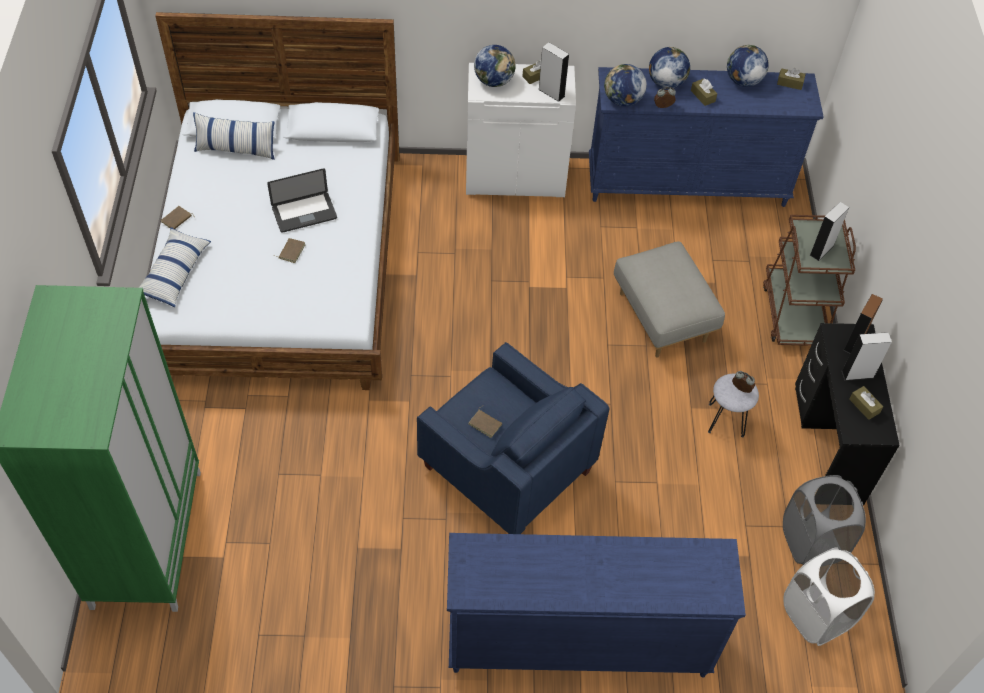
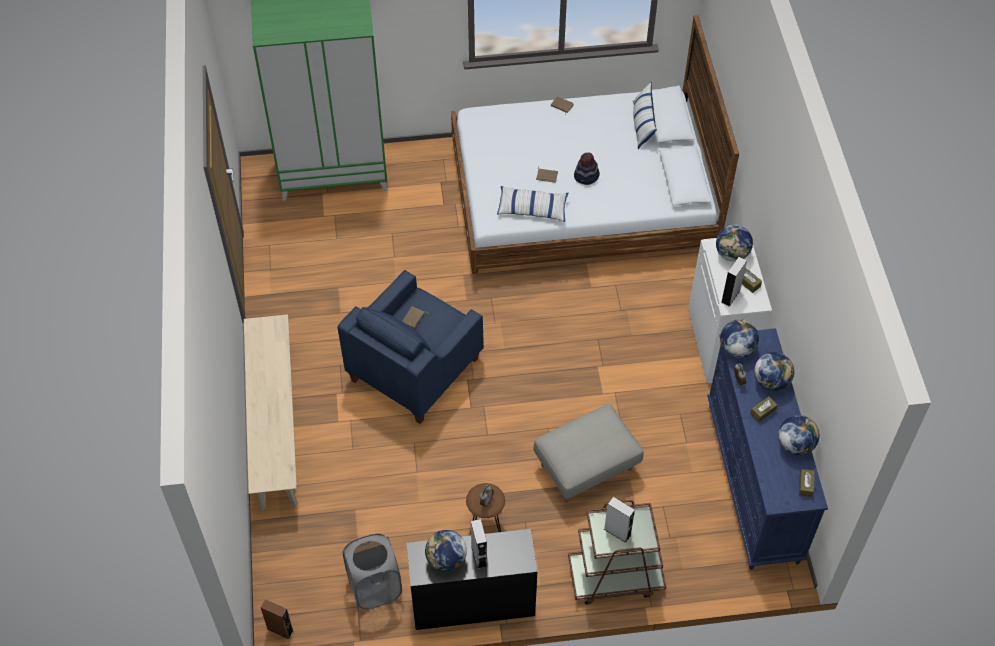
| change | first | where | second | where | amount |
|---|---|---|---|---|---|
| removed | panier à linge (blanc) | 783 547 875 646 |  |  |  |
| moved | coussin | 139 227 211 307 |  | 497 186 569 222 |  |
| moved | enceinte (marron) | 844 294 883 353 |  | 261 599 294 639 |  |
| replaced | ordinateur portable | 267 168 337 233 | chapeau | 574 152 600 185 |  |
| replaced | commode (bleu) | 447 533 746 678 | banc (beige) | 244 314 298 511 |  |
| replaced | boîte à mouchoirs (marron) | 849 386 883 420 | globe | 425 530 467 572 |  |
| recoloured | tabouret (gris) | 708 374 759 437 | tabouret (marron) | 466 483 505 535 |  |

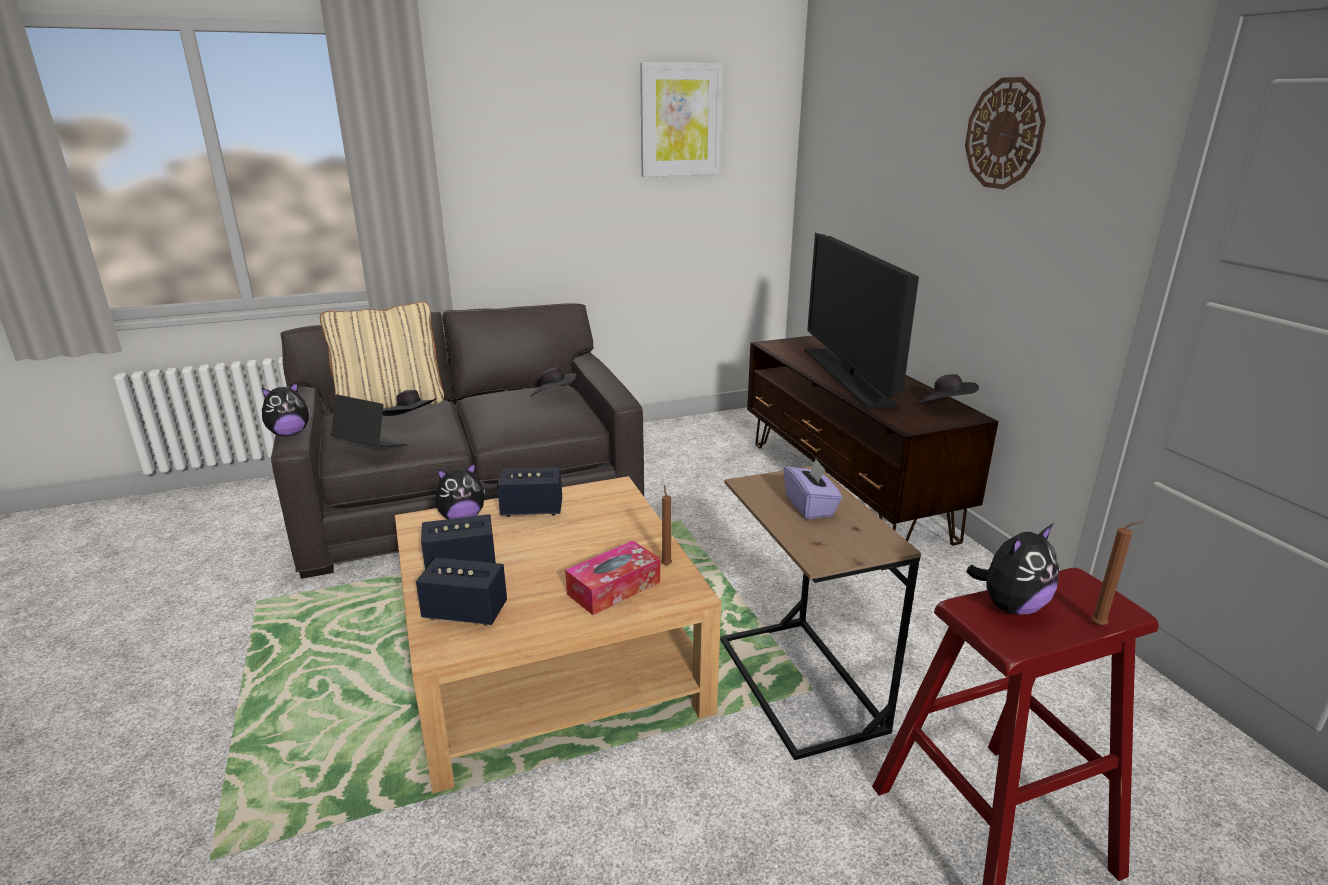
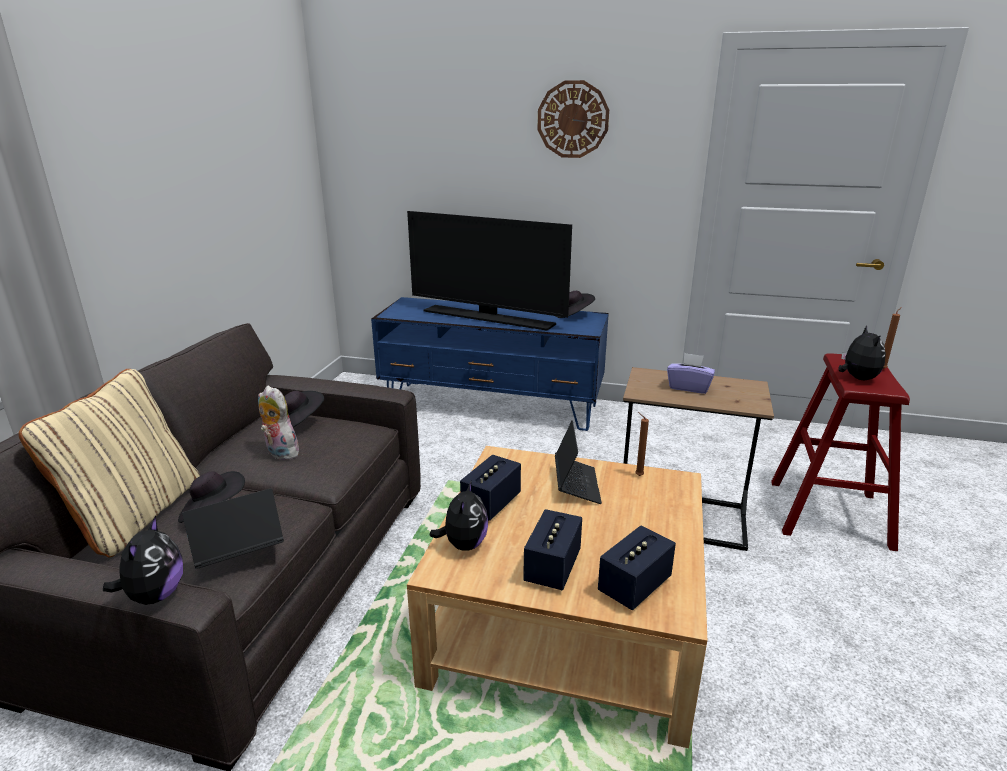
| change | first | where | second | where | amount |
|---|---|---|---|---|---|
| removed | boîte à mouchoirs | 565 541 660 615 |  |  |  |
| removed | tableau | 640 62 723 177 |  |  |  |
| added |  |  | peluche | 258 386 299 460 |  |
| added |  |  | ordinateur portable | 555 420 602 504 |  |
| recoloured | meuble télé (marron) | 747 335 999 546 | meuble télé (bleu) | 371 297 609 431 |  |

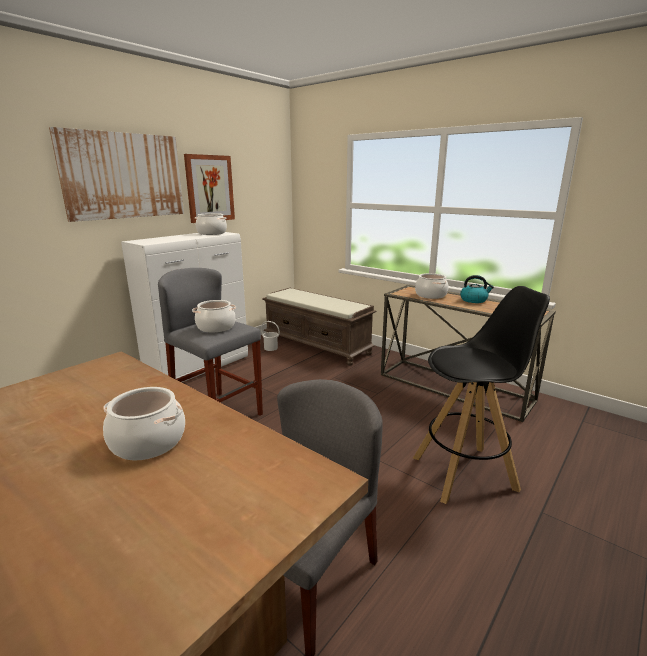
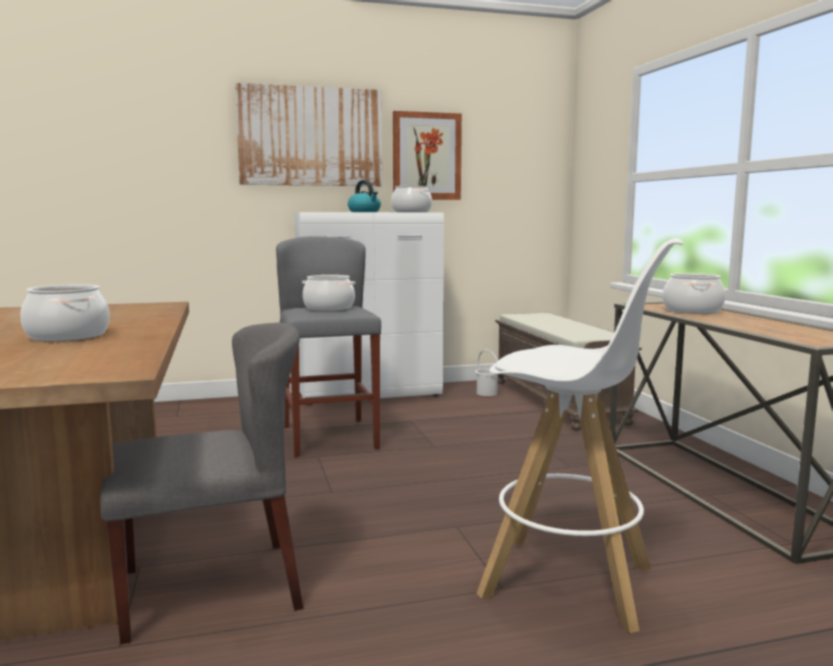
| change | first | where | second | where | amount |
|---|---|---|---|---|---|
| moved | bouilloire | 460 275 494 303 |  | 348 180 381 212 |  |
| recoloured | tabouret (noir) | 413 286 550 504 | tabouret (blanc) | 477 238 683 633 |  |

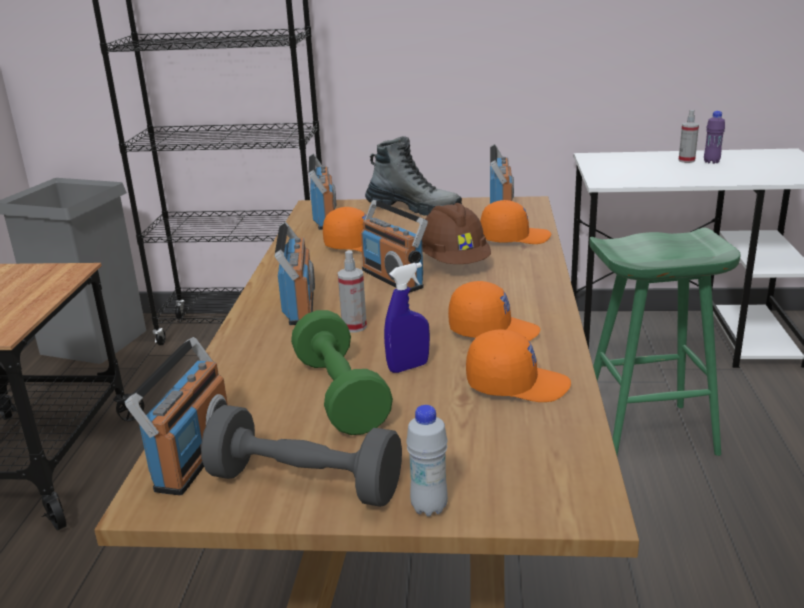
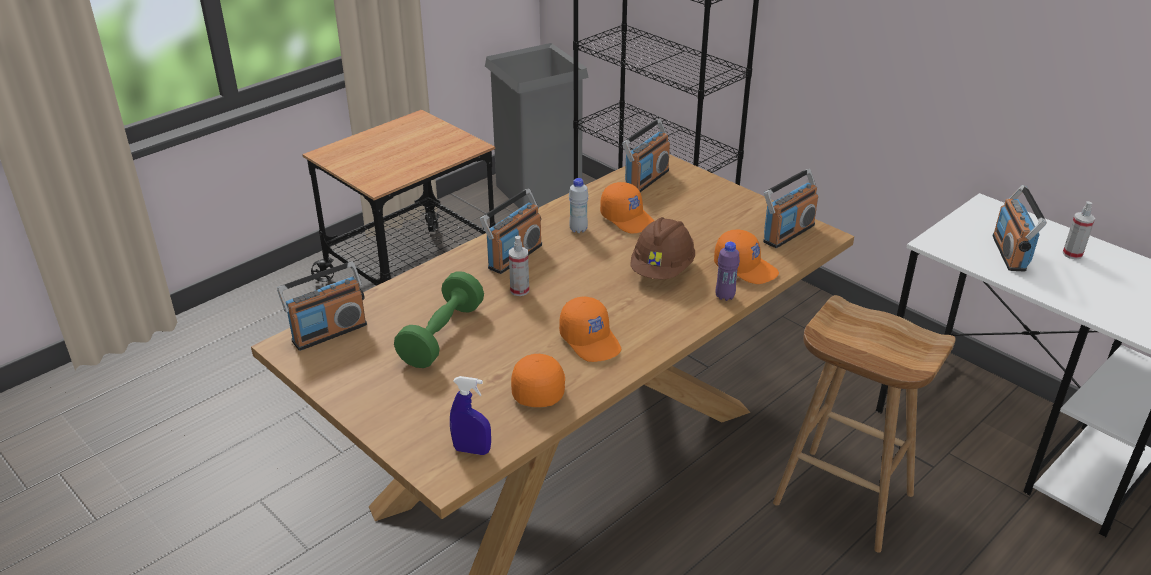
| change | first | where | second | where | amount |
|---|---|---|---|---|---|
| removed | haltère (gris) | 201 405 402 507 |  |  |  |
| removed | botte | 365 136 462 216 |  |  |  |
| moved | radio | 361 200 428 293 |  | 992 185 1047 271 |  |
| moved | vaporisateur (bleu) | 384 262 430 373 |  | 450 376 491 455 |  |
| moved | bouteille (blanc) | 406 405 448 517 |  | 569 178 589 233 |  |
| moved | bouteille (violet) | 704 111 725 164 |  | 716 242 740 301 |  |
| recoloured | tabouret (vert) | 590 228 741 456 | tabouret (marron) | 773 295 956 553 |  |
| turned | casquette (orange) | 466 330 571 402 |  | 511 354 565 407 | 135 degrees counterclockwise |

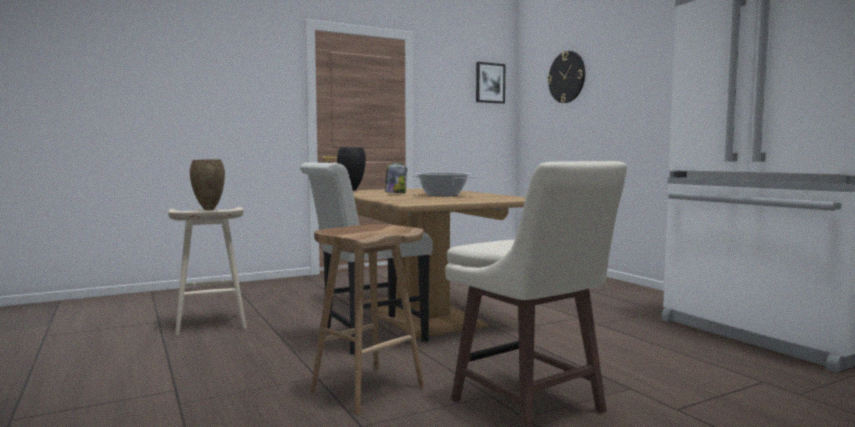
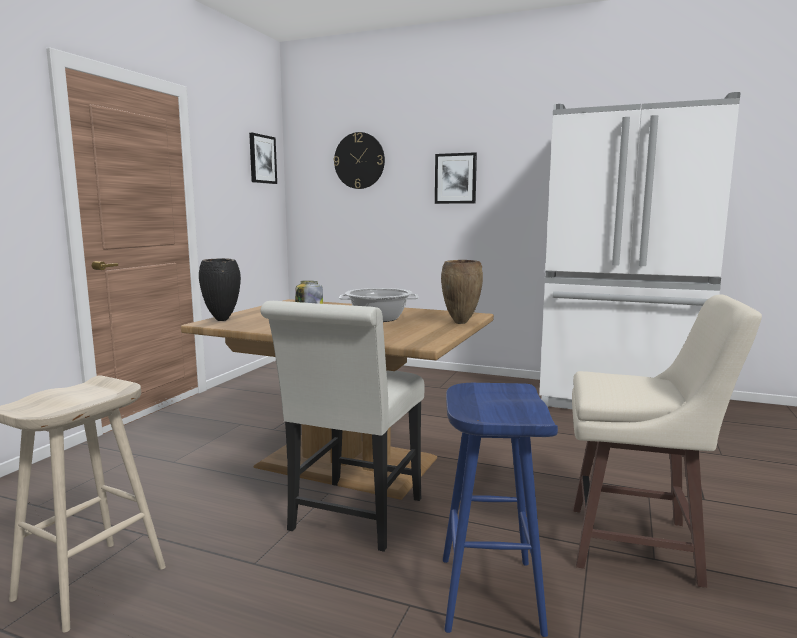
| change | first | where | second | where | amount |
|---|---|---|---|---|---|
| added |  |  | tableau | 435 152 477 204 |  |
| moved | vase (marron) | 190 159 225 210 |  | 441 260 483 324 |  |
| recoloured | tabouret (marron) | 310 224 424 415 | tabouret (bleu) | 443 383 558 637 |  |

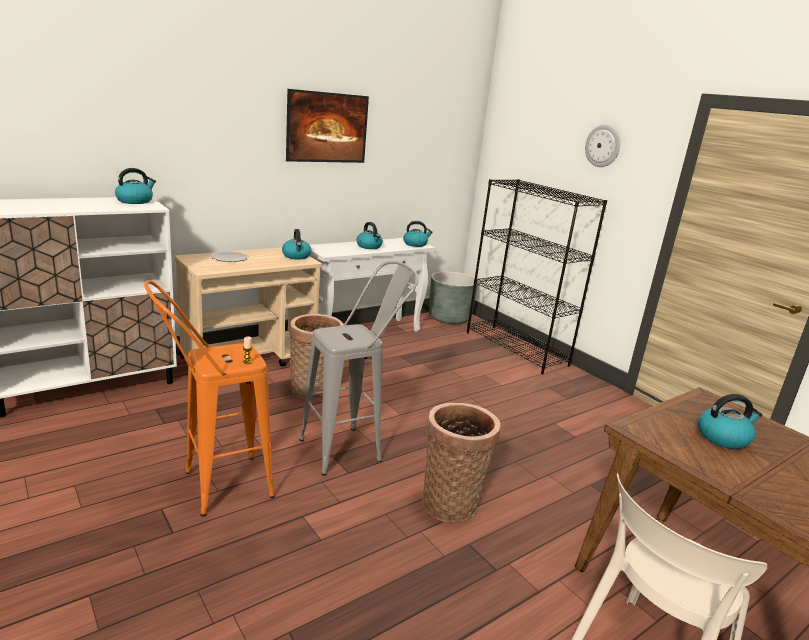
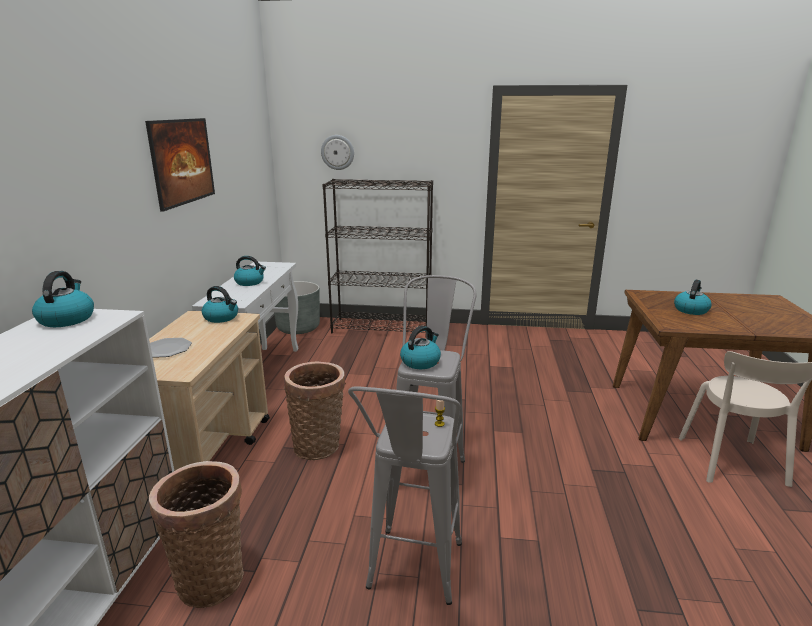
| change | first | where | second | where | amount |
|---|---|---|---|---|---|
| moved | bouilloire | 403 221 433 247 |  | 400 326 441 369 |  |
| moved | panier | 423 403 501 523 |  | 149 461 244 608 |  |
| moved | horloge murale | 585 125 620 167 |  | 321 135 354 170 |  |
| recoloured | tabouret (orange) | 144 280 275 516 | tabouret (gris) | 348 386 462 605 |  |

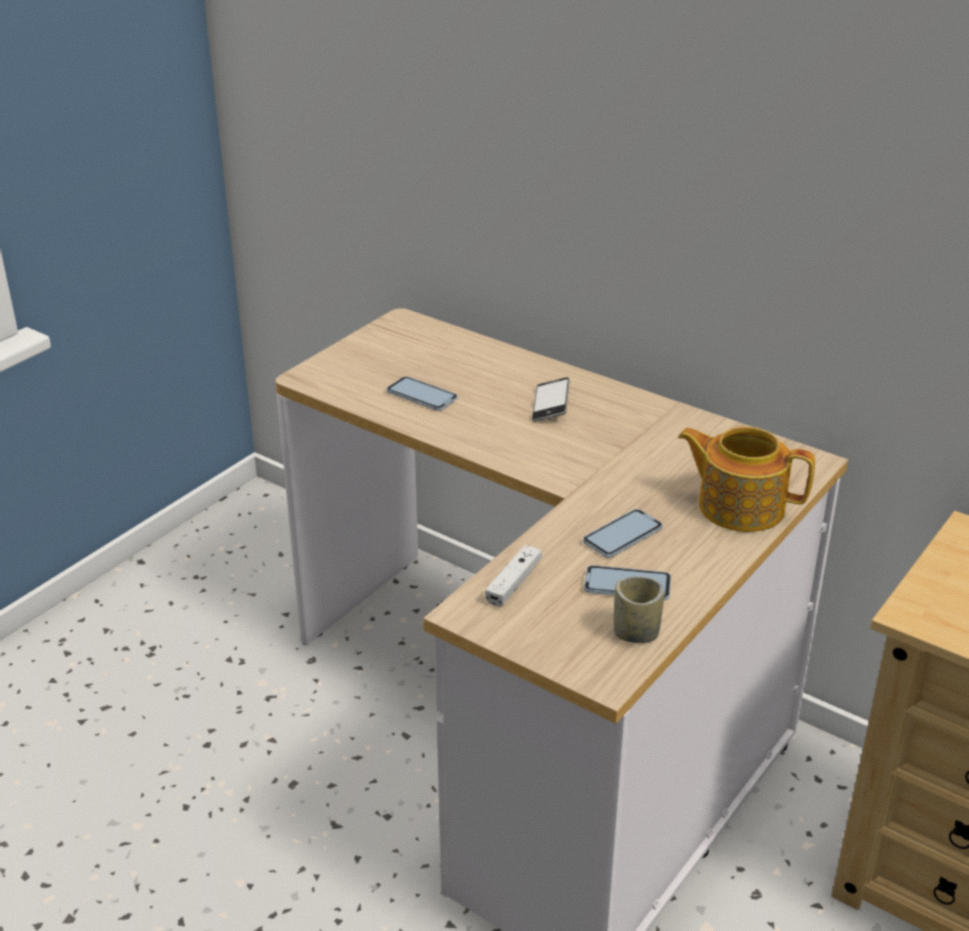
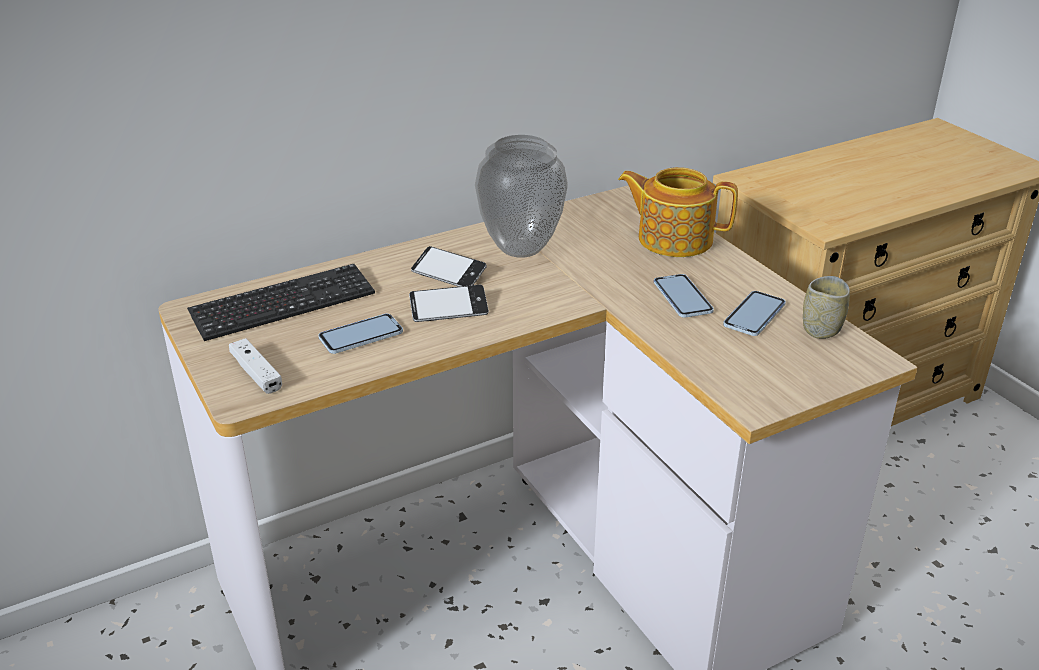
| change | first | where | second | where | amount |
|---|---|---|---|---|---|
| added |  |  | clavier | 187 264 375 341 |  |
| added |  |  | téléphone | 409 285 489 322 |  |
| added |  |  | vase | 475 135 568 258 |  |
| moved | manette (blanc) | 485 545 542 607 |  | 229 338 282 394 |  |
| turned | théière | 678 426 815 532 |  | 618 167 738 257 | 60 degrees clockwise |

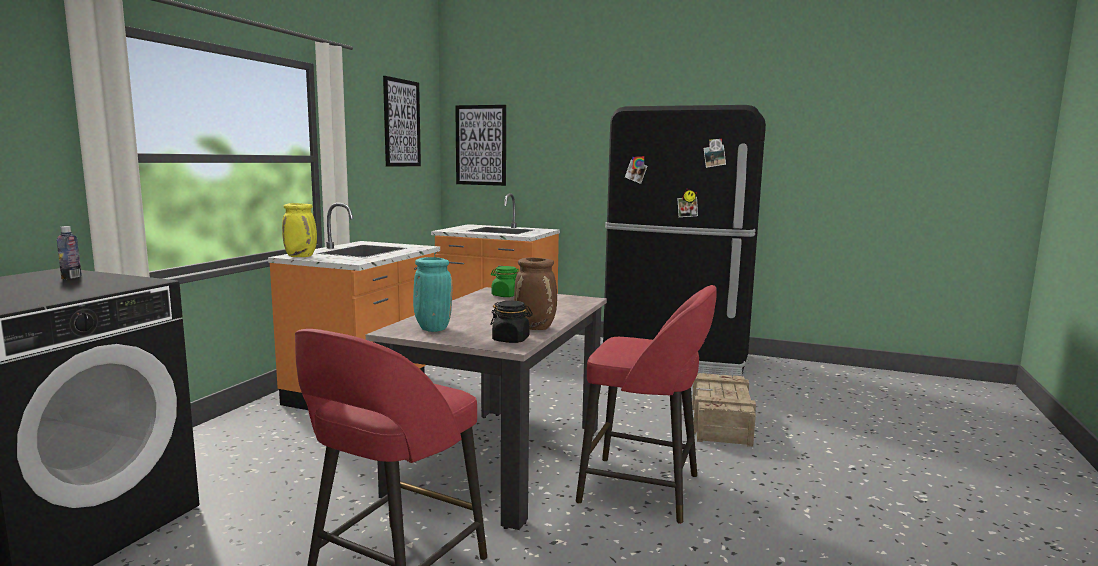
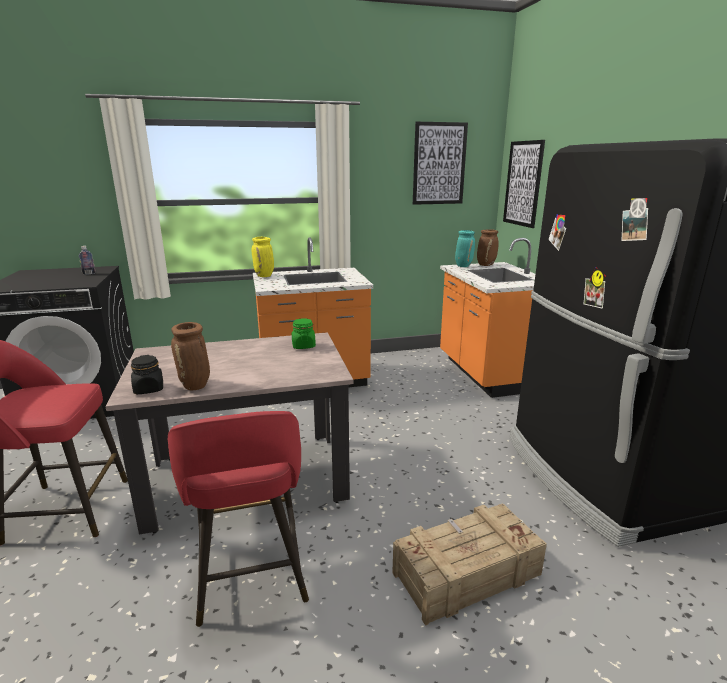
| change | first | where | second | where | amount |
|---|---|---|---|---|---|
| added |  |  | vase (marron) | 477 229 499 266 |  |
| moved | vase (turquoise) | 413 257 453 332 |  | 455 230 475 267 |  |

